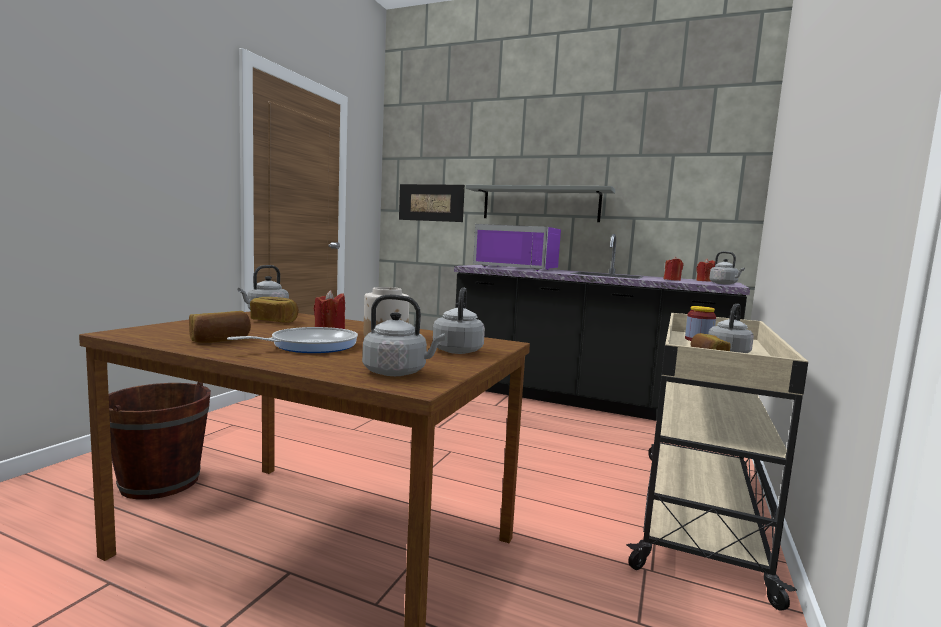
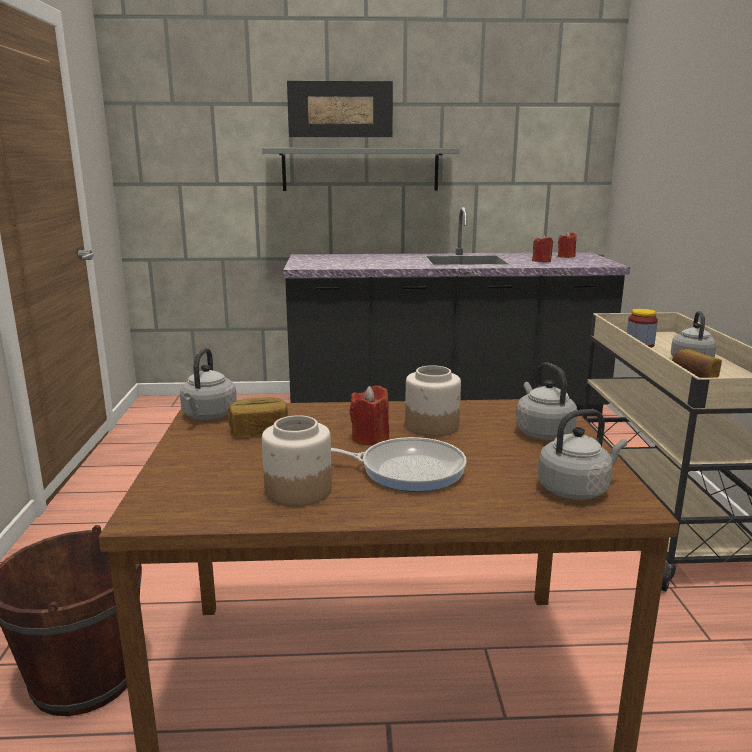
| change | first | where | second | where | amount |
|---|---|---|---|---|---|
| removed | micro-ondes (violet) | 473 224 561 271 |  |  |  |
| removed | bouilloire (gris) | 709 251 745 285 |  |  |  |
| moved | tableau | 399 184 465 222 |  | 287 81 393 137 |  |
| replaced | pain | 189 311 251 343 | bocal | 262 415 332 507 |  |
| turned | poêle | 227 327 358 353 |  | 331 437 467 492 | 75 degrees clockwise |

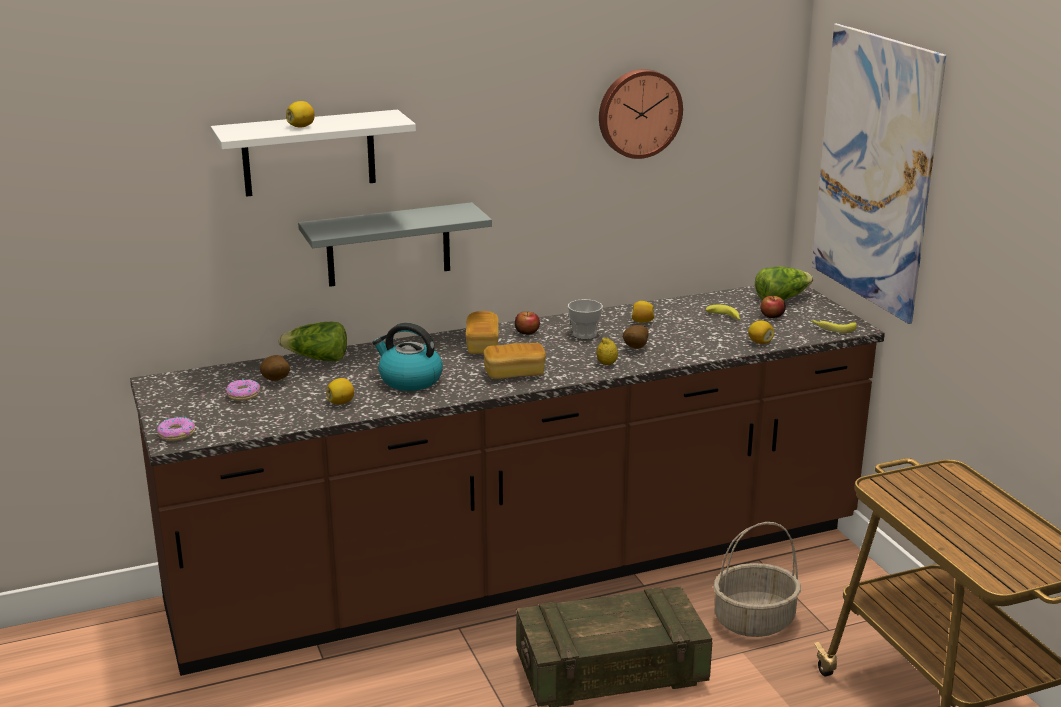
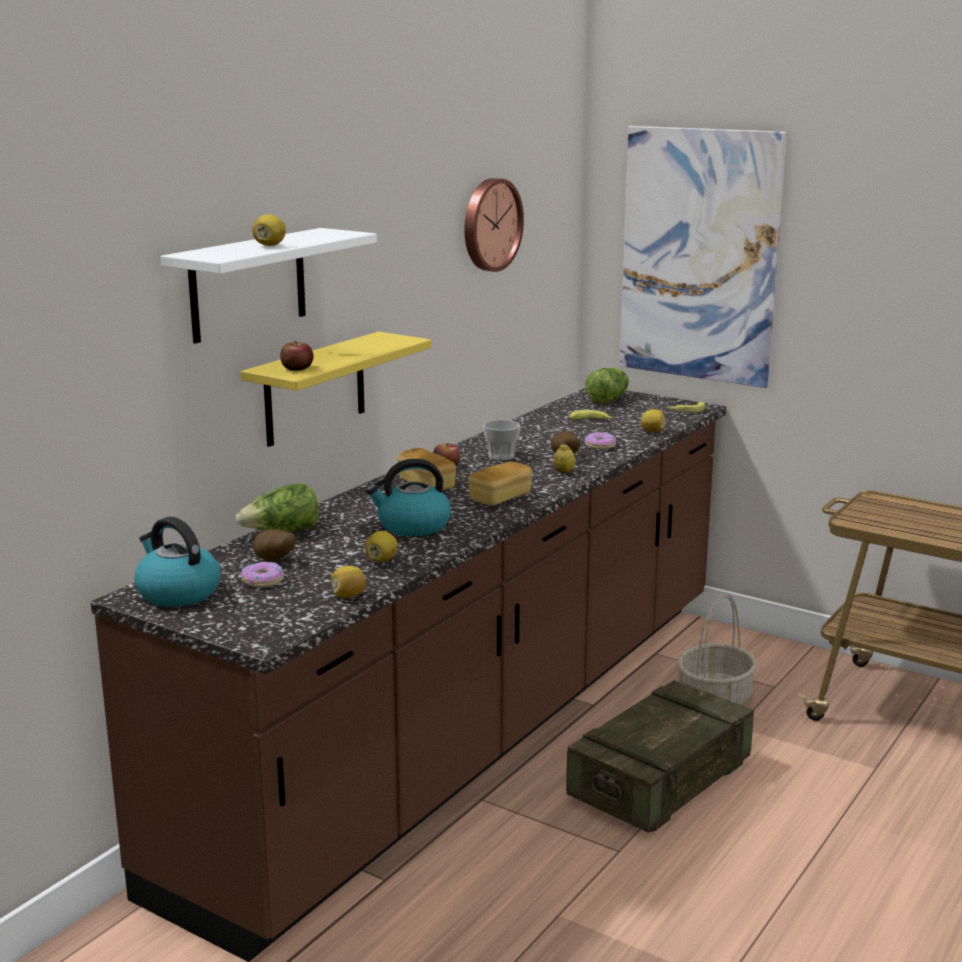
| change | first | where | second | where | amount |
|---|---|---|---|---|---|
| added |  |  | bouilloire | 134 517 220 607 |  |
| moved | beignet | 157 417 195 441 |  | 585 432 616 450 |  |
| moved | citron | 632 301 655 323 |  | 331 566 366 598 |  |
| moved | pomme | 760 296 786 318 |  | 280 341 314 371 |  |
| recoloured | étagère (gris) | 298 202 492 287 | étagère (jaune) | 240 332 432 447 |  |

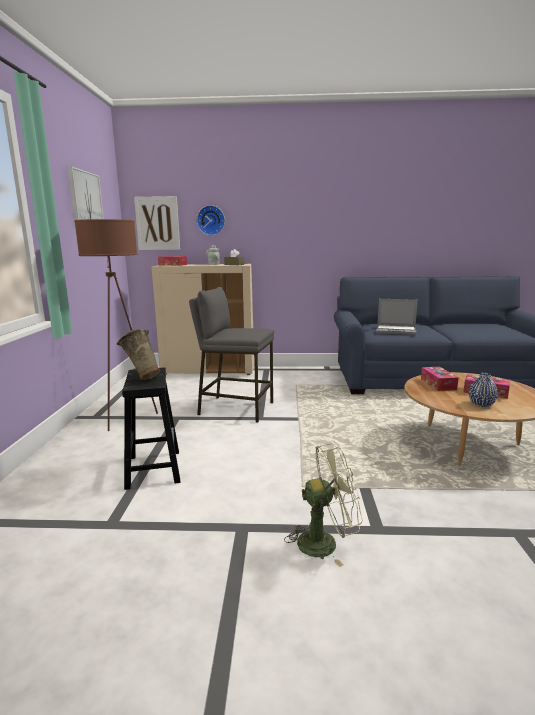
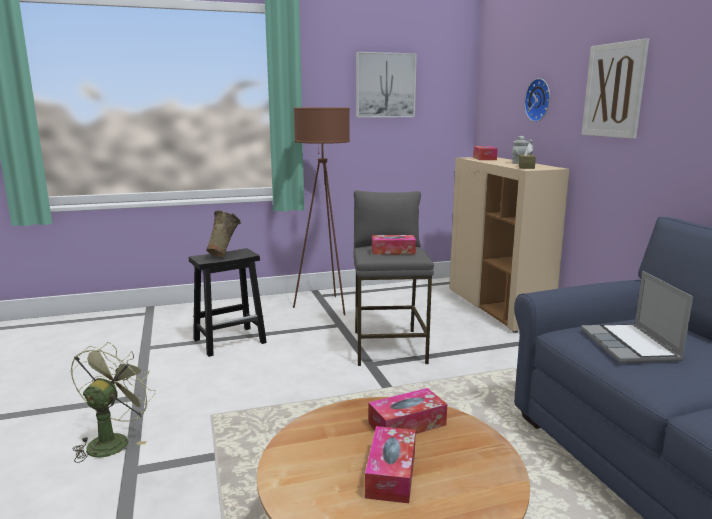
| change | first | where | second | where | amount |
|---|---|---|---|---|---|
| removed | vase (bleu) | 469 373 498 407 |  |  |  |
| added |  |  | boîte à mouchoirs | 372 235 416 255 |  |
| moved | tableau | 134 196 180 250 |  | 582 38 649 139 |  |
| turned | ventilateur (vert) | 284 443 363 567 |  | 71 342 156 463 | 135 degrees counterclockwise |

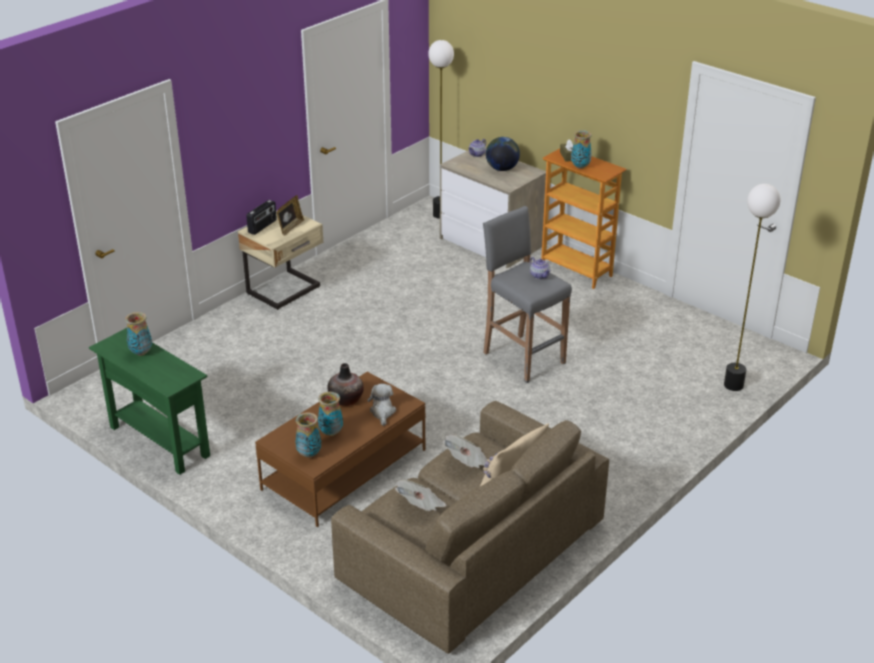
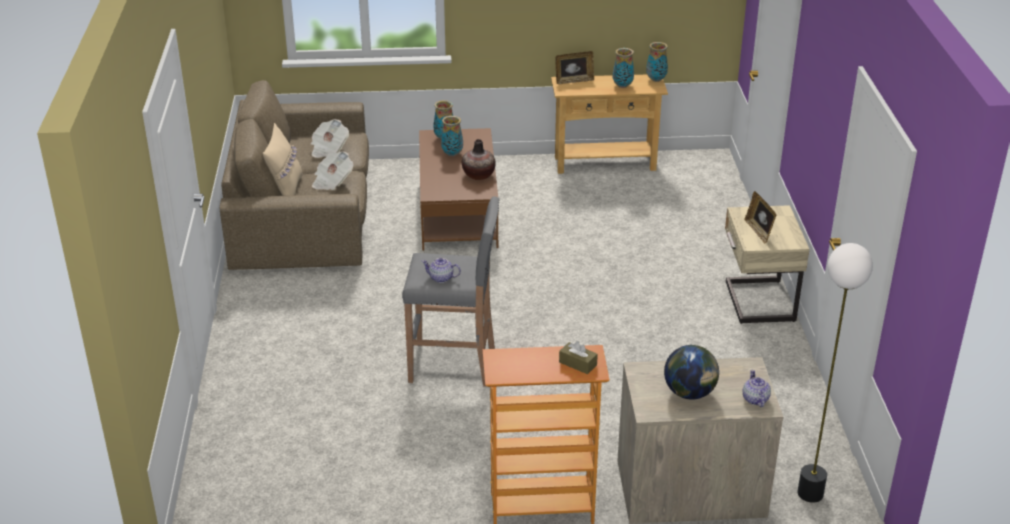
| change | first | where | second | where | amount |
|---|---|---|---|---|---|
| removed | radio | 246 200 277 235 |  |  |  |
| removed | peluche | 368 384 396 426 |  |  |  |
| removed | lampadaire | 724 184 780 391 |  |  |  |
| added |  |  | cadre photo | 555 51 594 84 |  |
| moved | vase | 571 130 592 169 |  | 646 42 668 82 |  |
| recoloured | table console (vert) | 89 328 210 475 | table console (beige) | 551 75 668 174 |  |

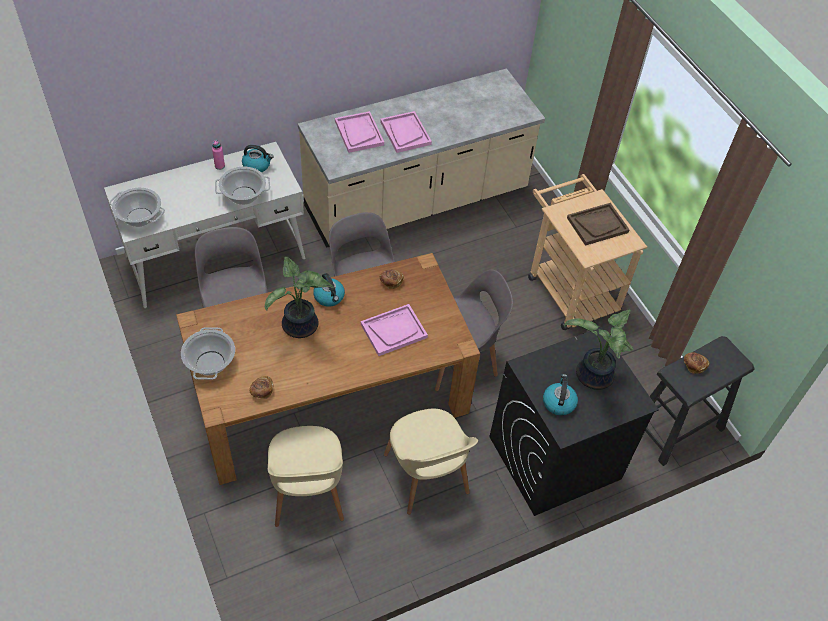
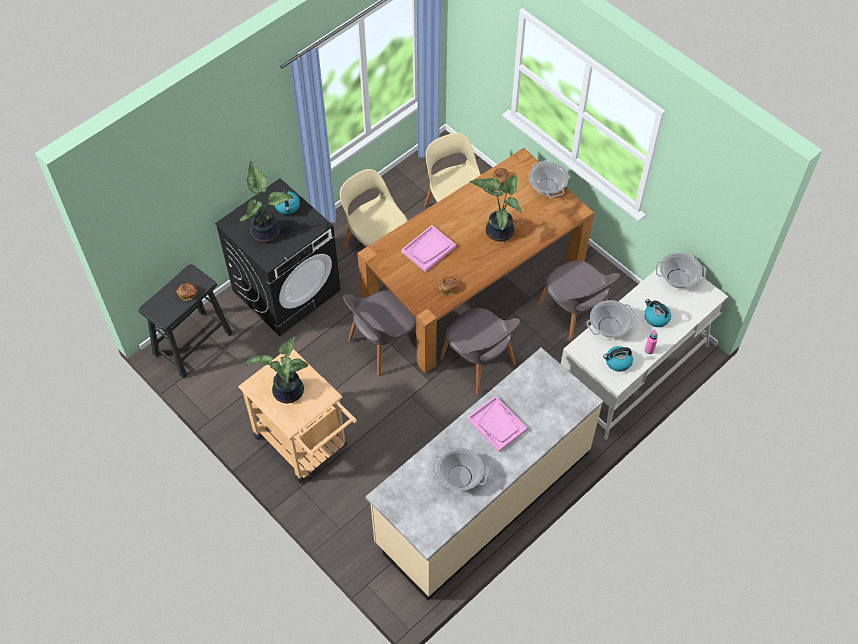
| change | first | where | second | where | amount |
|---|---|---|---|---|---|
| removed | plateau (rose) | 335 111 384 153 |  |  |  |
| added |  |  | marmite | 432 448 489 491 |  |
| moved | bouilloire | 313 273 345 307 |  | 644 299 671 327 |  |
| replaced | plateau (marron) | 567 203 630 246 | plante en pot | 246 336 308 403 |  |

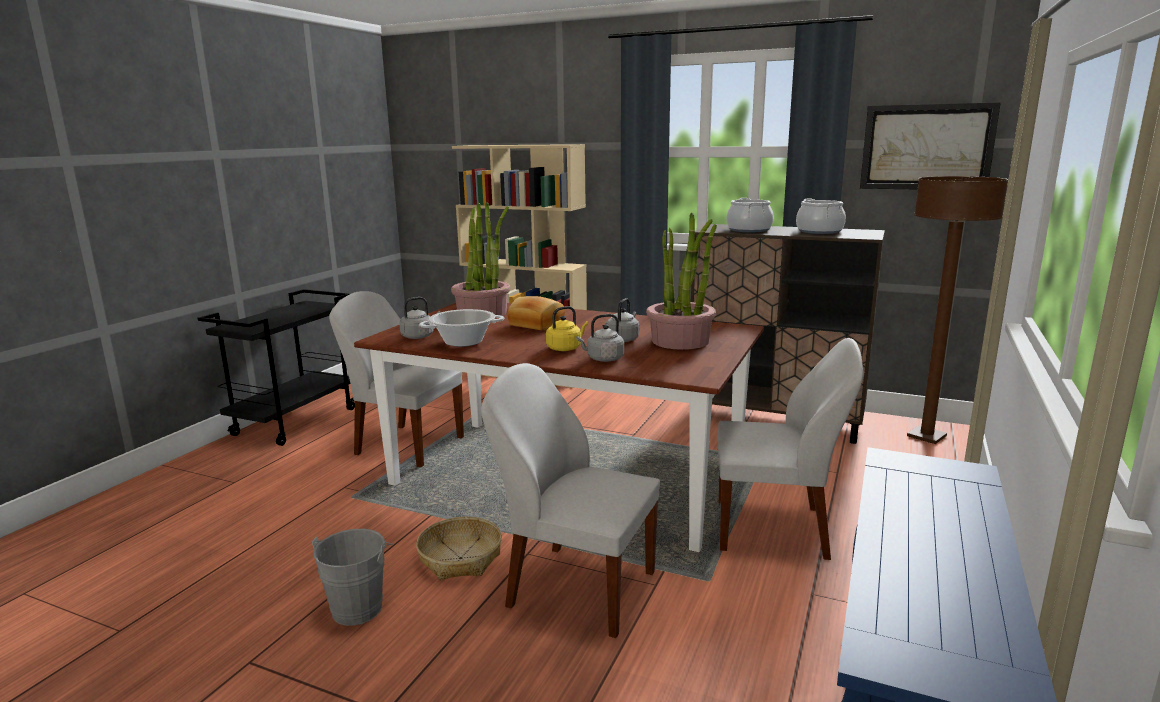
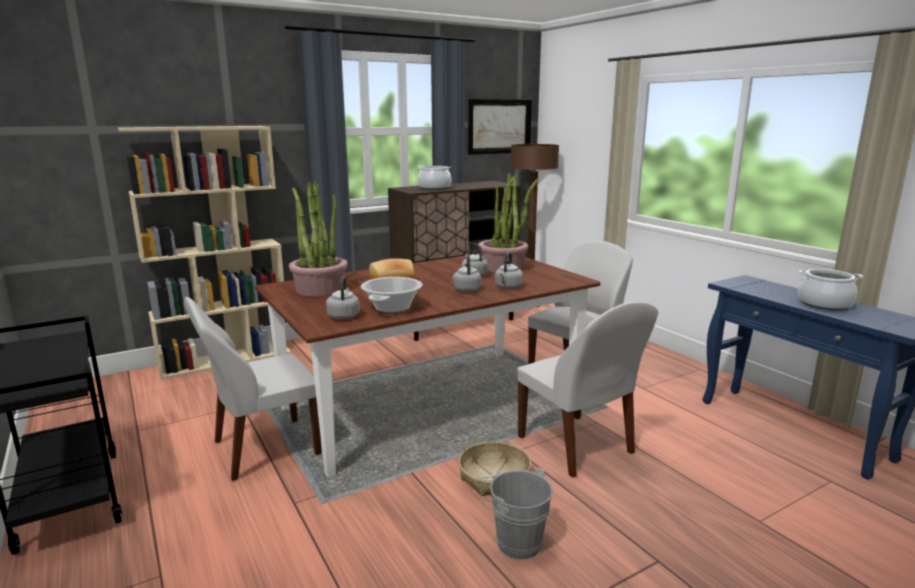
| change | first | where | second | where | amount |
|---|---|---|---|---|---|
| moved | marmite | 796 199 846 234 |  | 798 269 863 310 |  |
| recoloured | bouilloire (jaune) | 546 306 588 351 | bouilloire (gris) | 453 255 481 292 |  |
| turned | chaise (blanc) | 481 363 660 638 |  | 517 302 658 478 | 90 degrees counterclockwise |

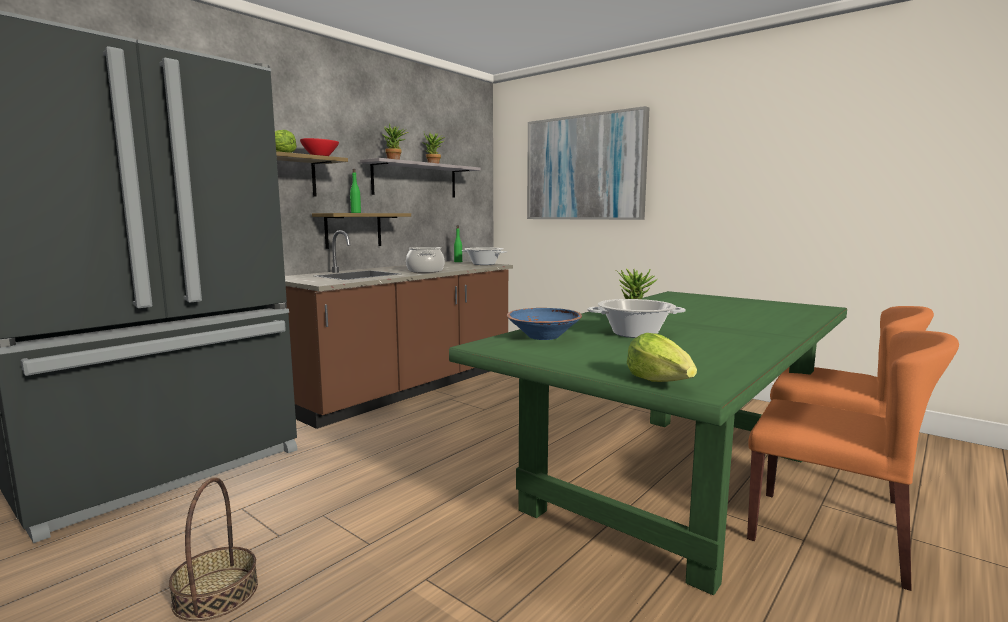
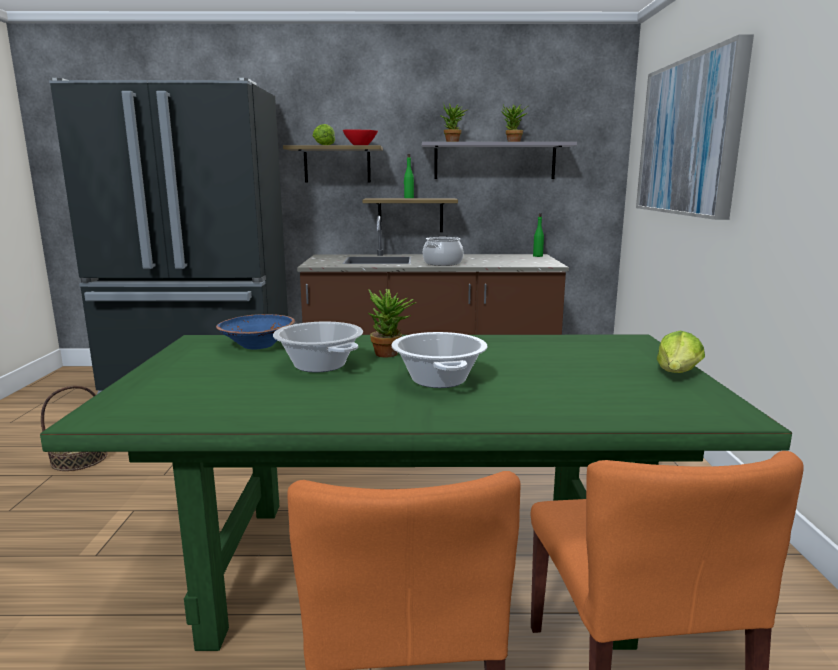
| change | first | where | second | where | amount |
|---|---|---|---|---|---|
| moved | marmite | 462 247 507 265 |  | 391 332 487 388 |  |
| moved | laitue | 627 333 697 382 |  | 657 330 705 373 |  |

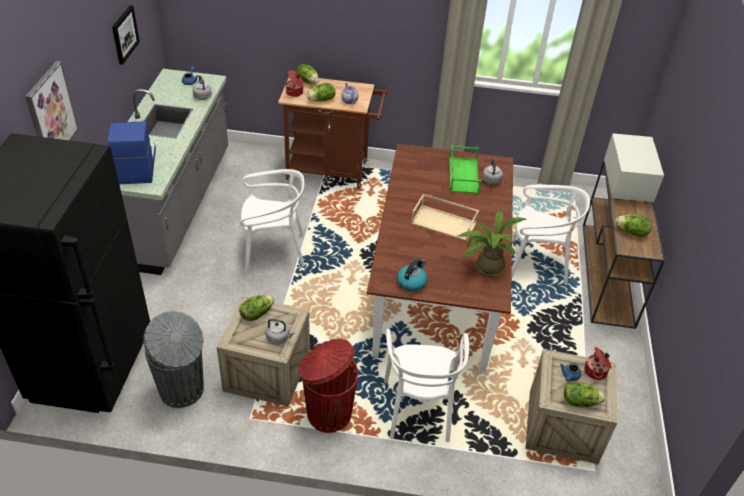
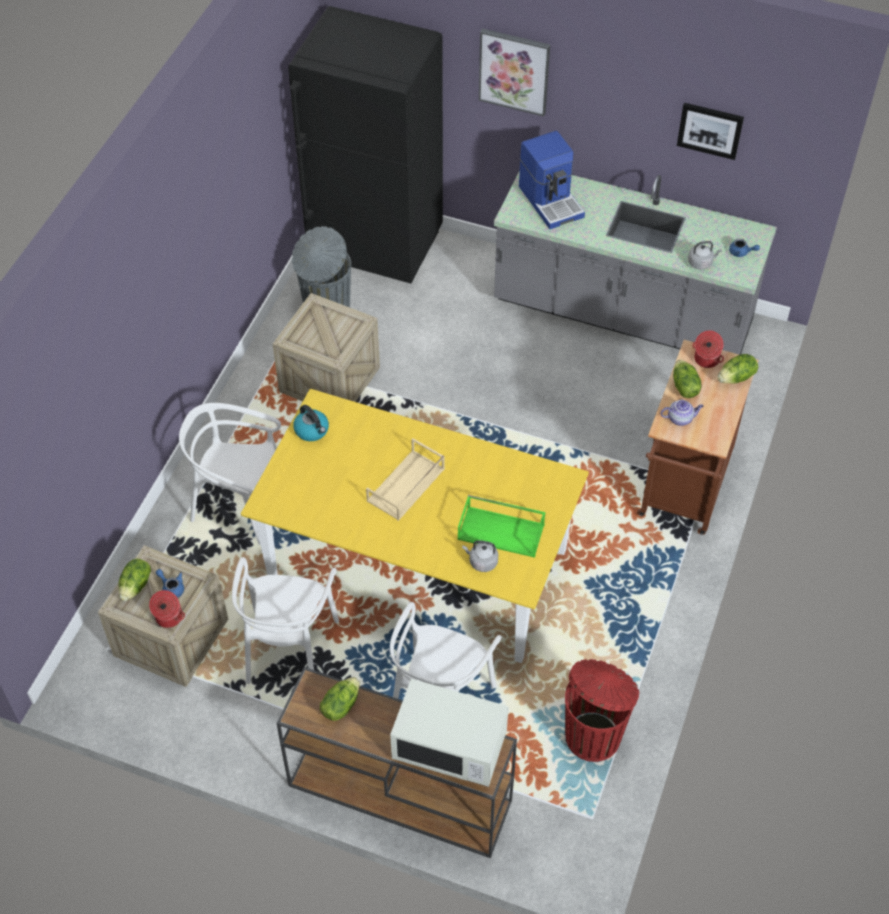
| change | first | where | second | where | amount |
|---|---|---|---|---|---|
| removed | laitue | 239 295 274 321 |  |  |  |
| removed | bouilloire (gris) | 266 319 295 345 |  |  |  |
| removed | plante en pot | 458 210 526 277 |  |  |  |
| moved | chaise (blanc) | 240 169 305 273 |  | 232 557 339 684 |  |
| moved | poubelle (rouge) | 299 338 358 433 |  | 565 659 639 762 |  |
| recoloured | table à manger (marron) | 367 144 513 373 | table à manger (jaune) | 241 389 589 663 |  |
| turned | machine à café | 107 121 156 184 |  | 519 131 585 229 | 60 degrees clockwise |

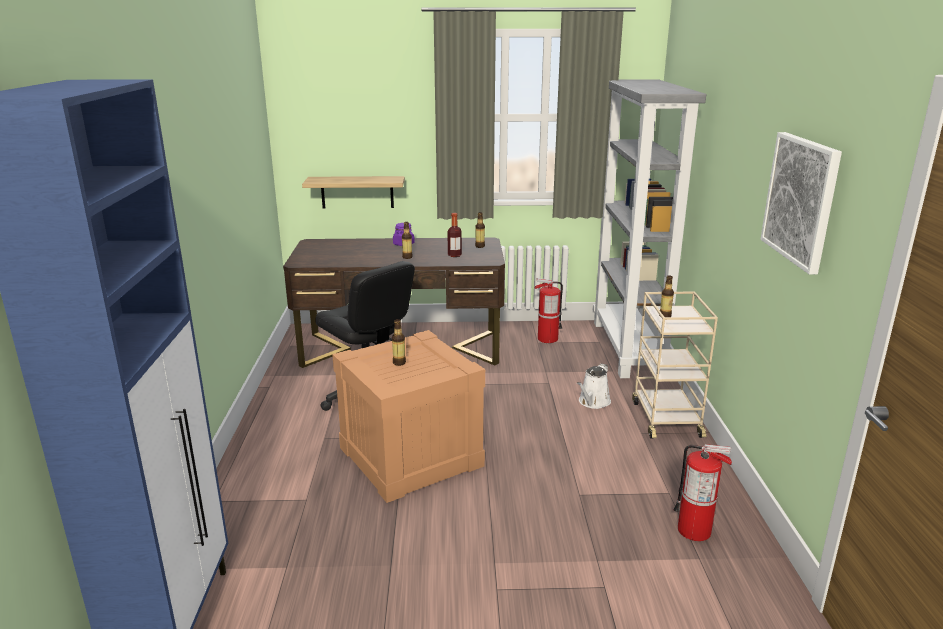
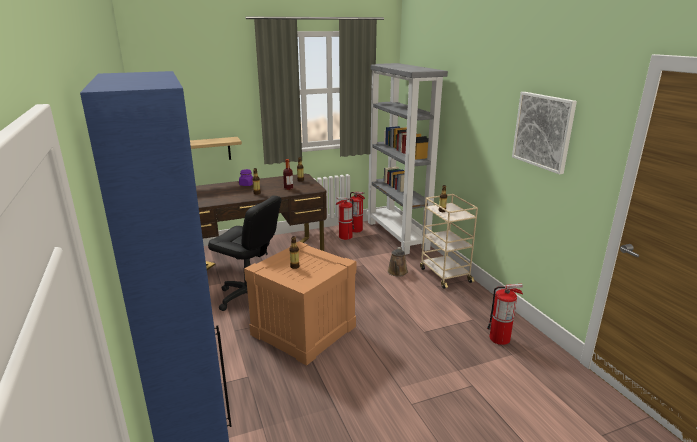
| change | first | where | second | where | amount |
|---|---|---|---|---|---|
| added |  |  | extincteur | 350 192 365 232 |  |
| recoloured | arrosoir (blanc) | 577 364 611 409 | arrosoir (marron) | 387 247 408 277 |  |

